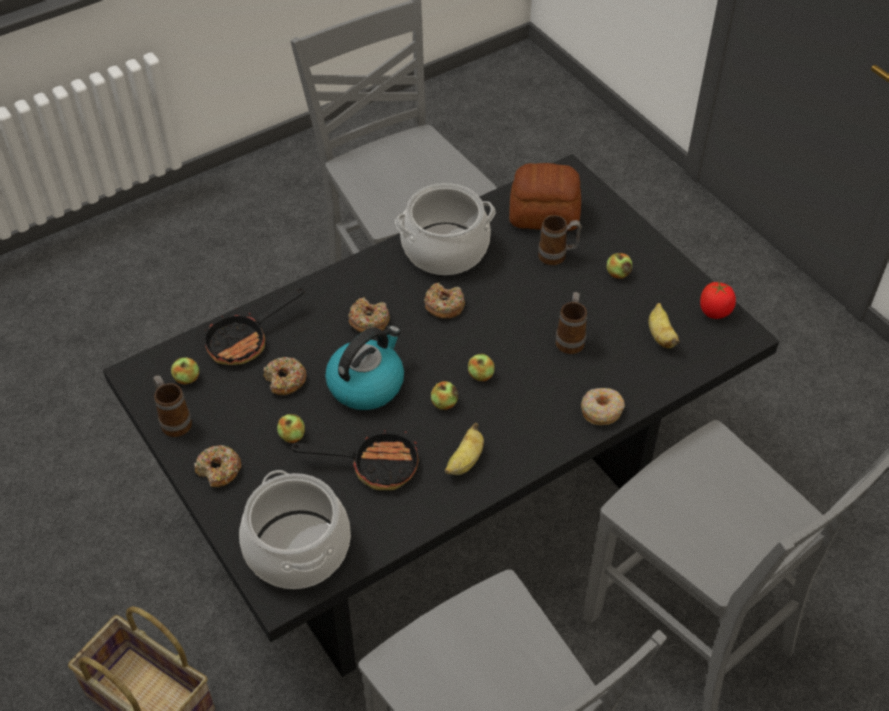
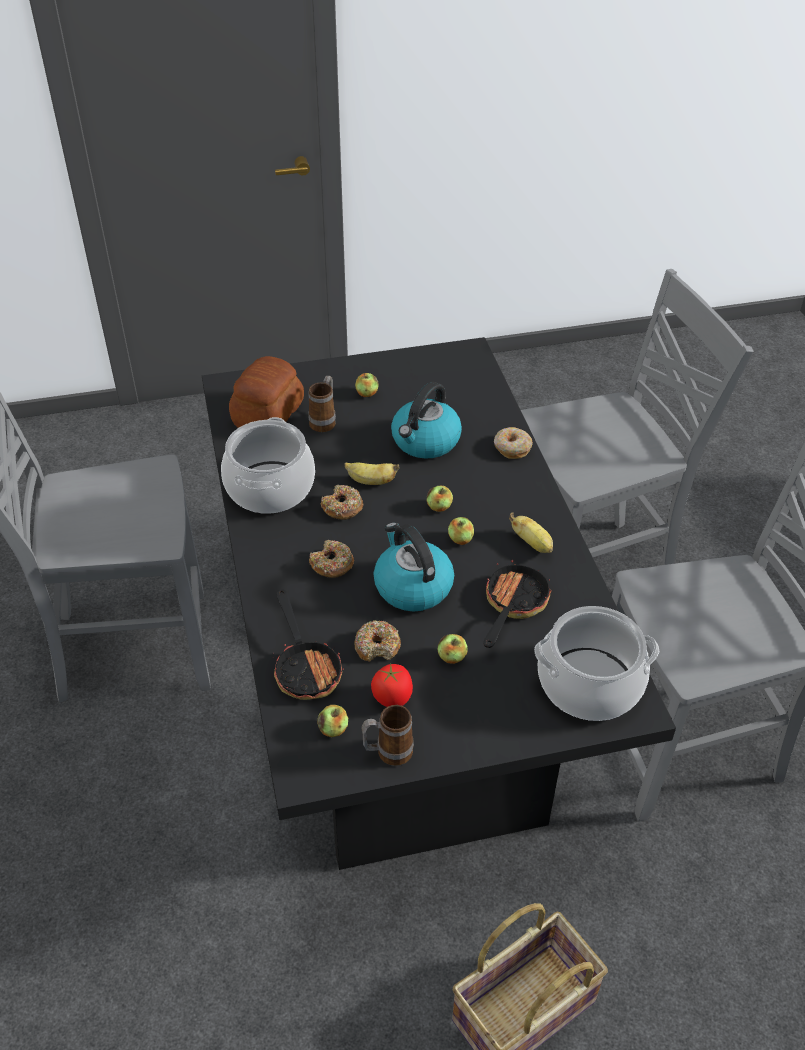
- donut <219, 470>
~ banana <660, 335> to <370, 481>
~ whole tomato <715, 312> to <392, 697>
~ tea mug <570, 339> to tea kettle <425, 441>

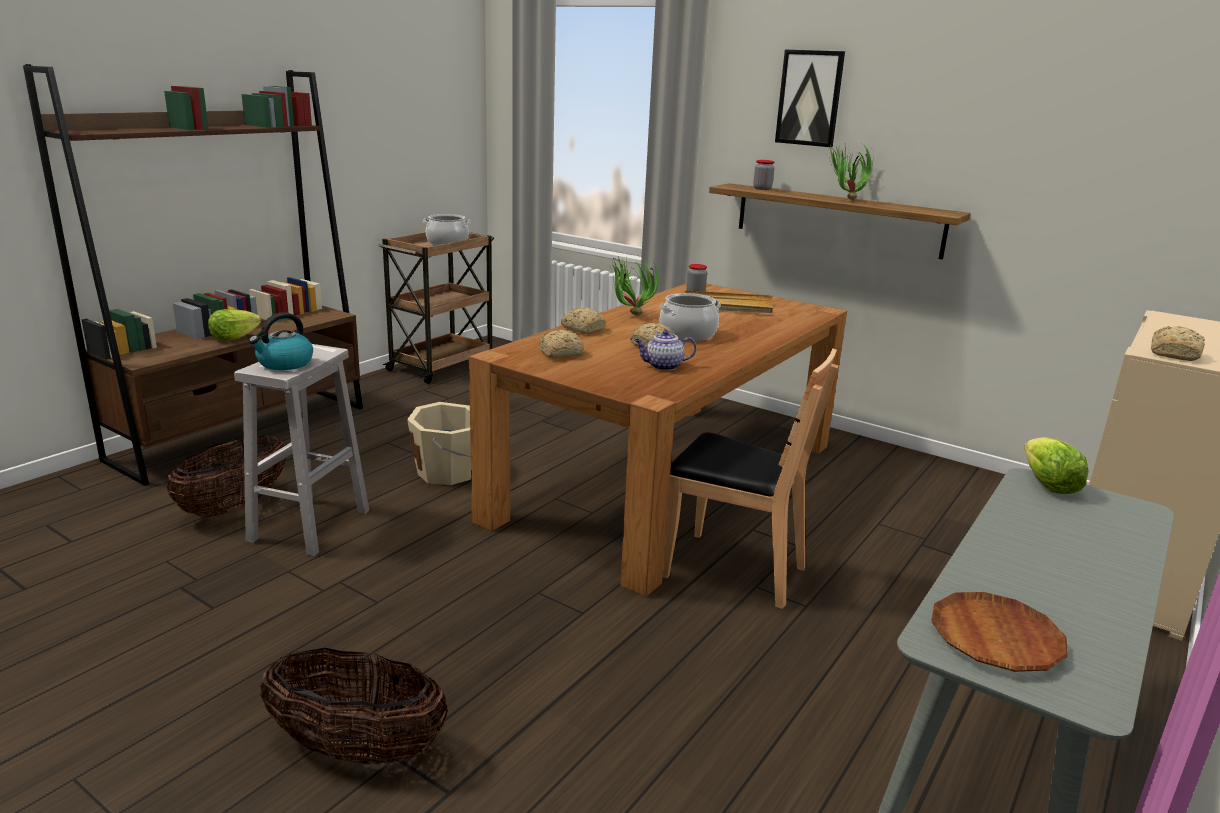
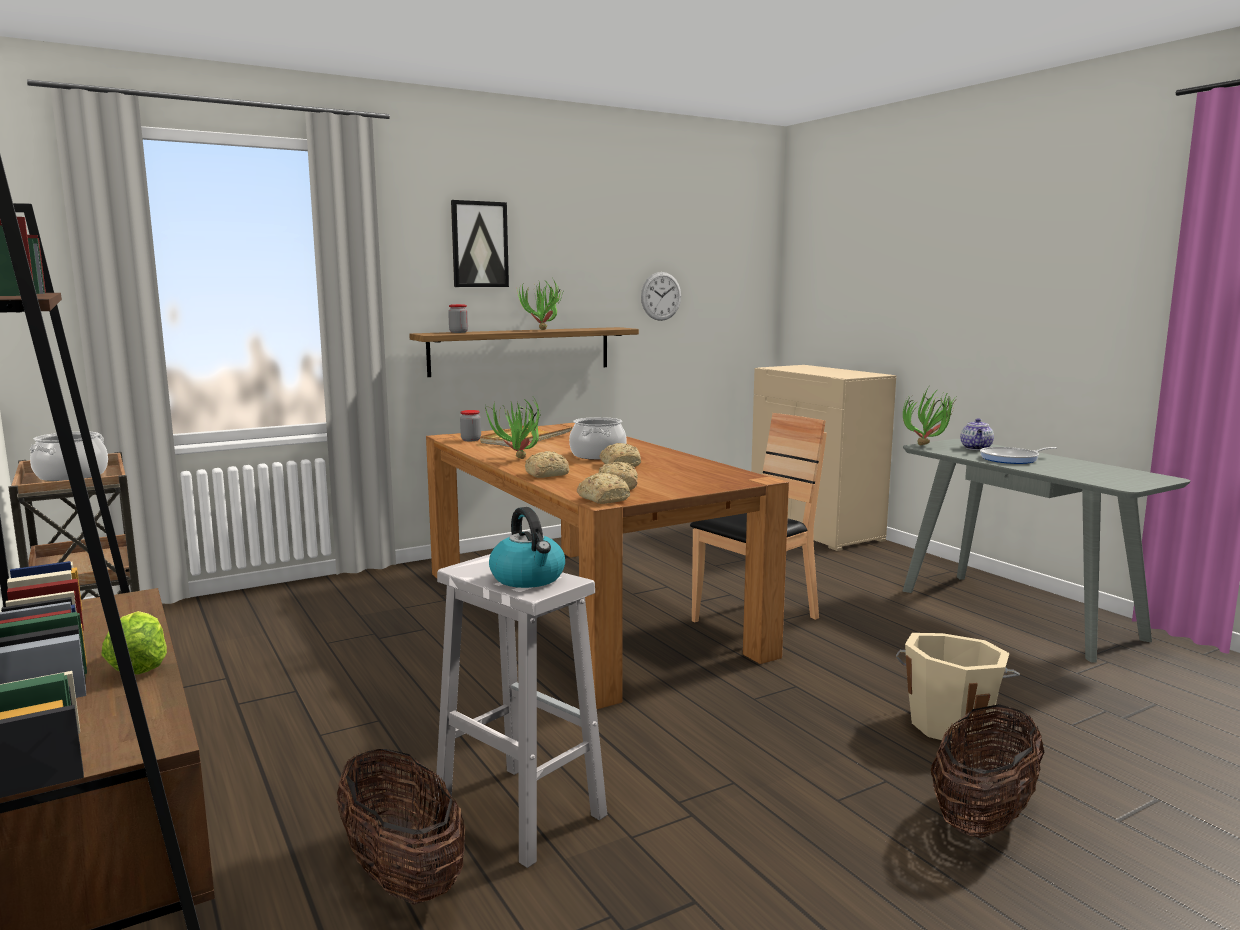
- dinner plate (brownish) <995, 639>
+ clock on the wall <661, 296>
+ frying pan <1012, 459>
~ pail (beige-coloured) <448, 472> to <950, 724>
~ pot for tea <663, 366> to <976, 448>
~ bakery bread <1174, 354> to <603, 499>
~ lettuce <1047, 485> to plant in a pot <929, 446>

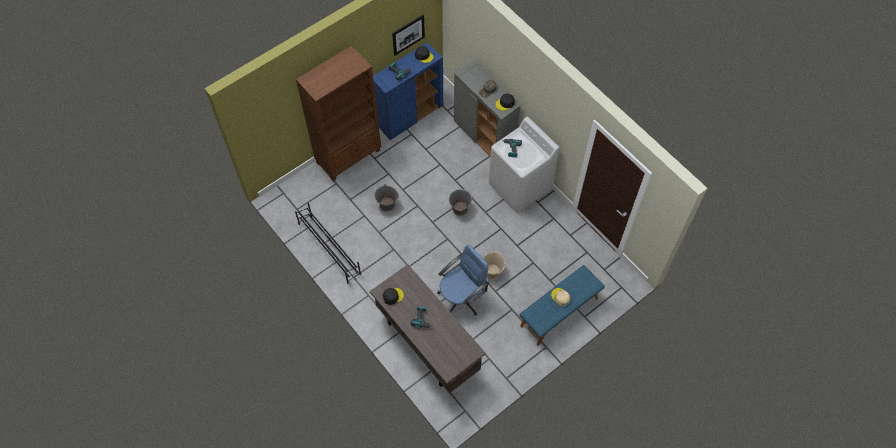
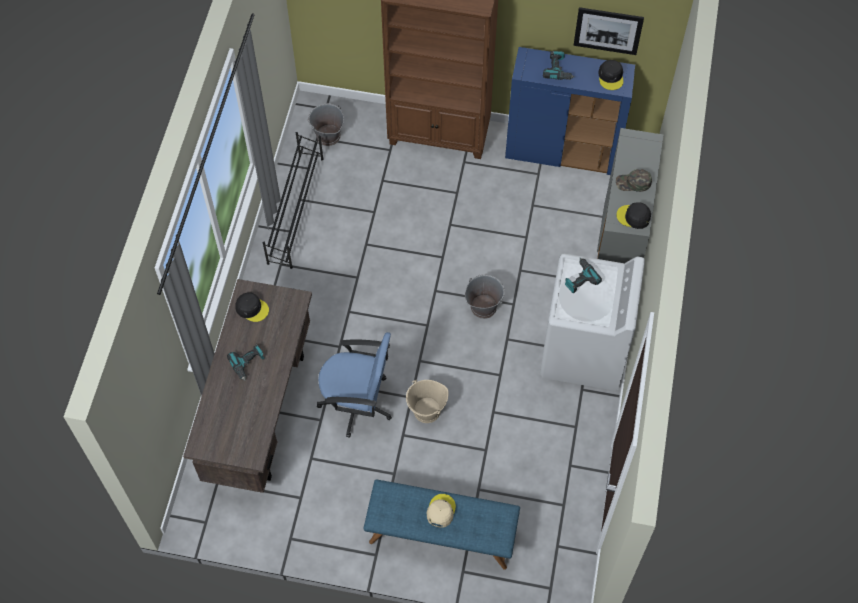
~ pail (greyish) <387, 205> to <328, 136>

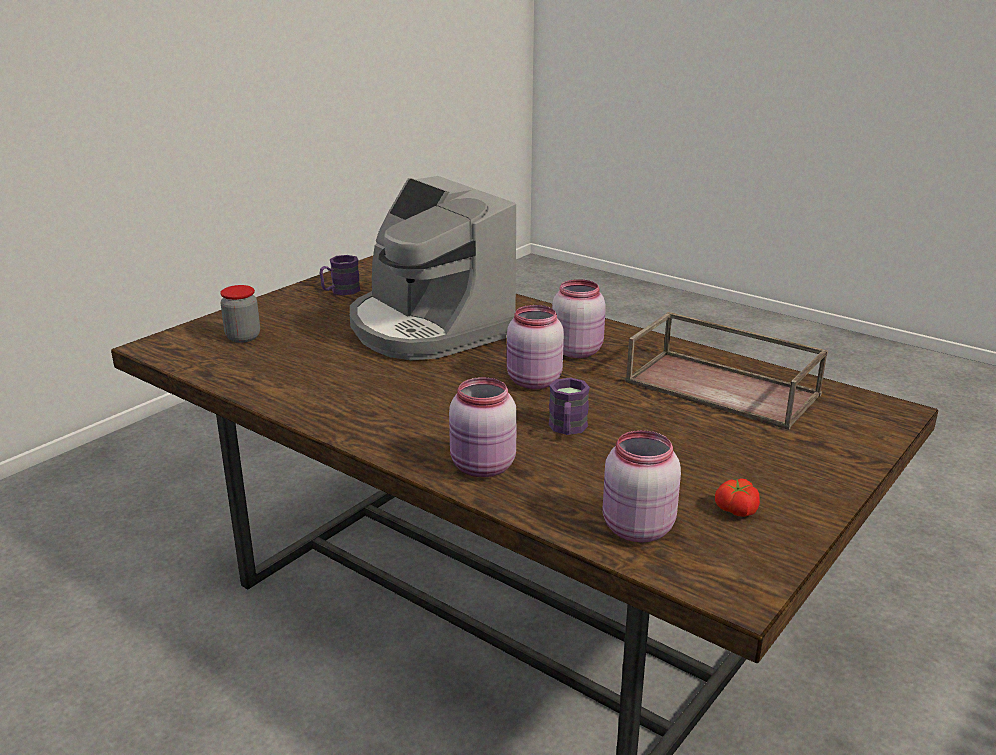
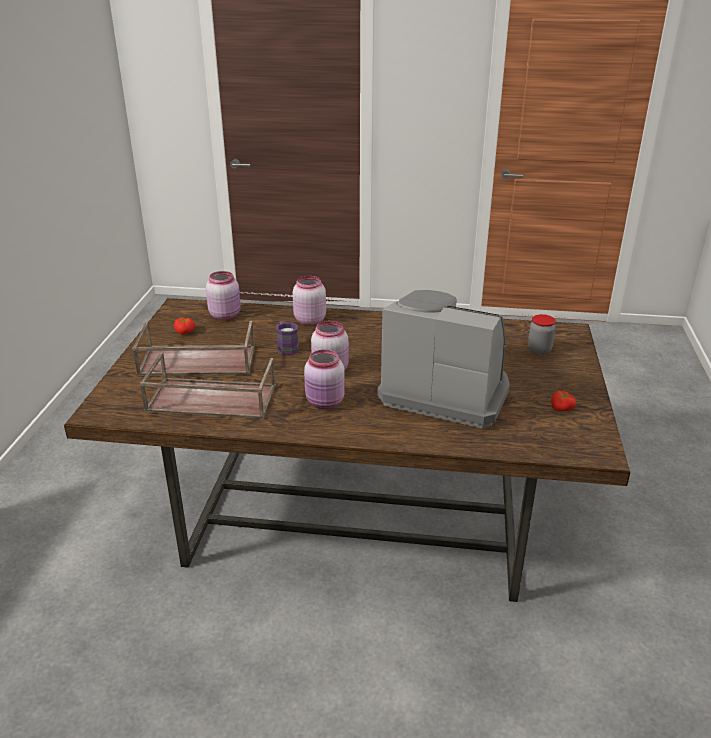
+ serving tray (brownish) <196, 361>
~ tea mug (purplish) <340, 291> to whole tomato <562, 408>

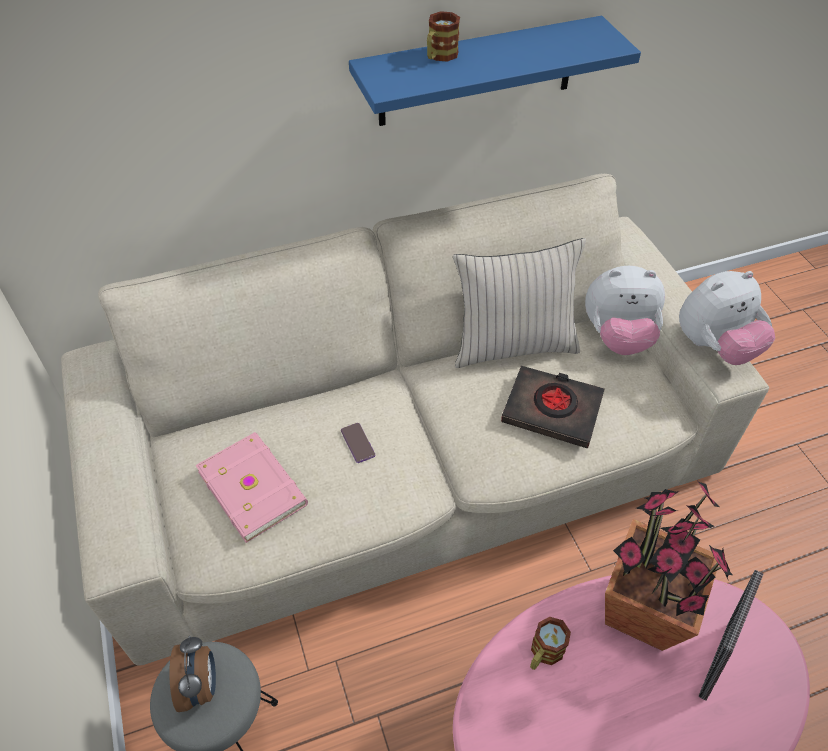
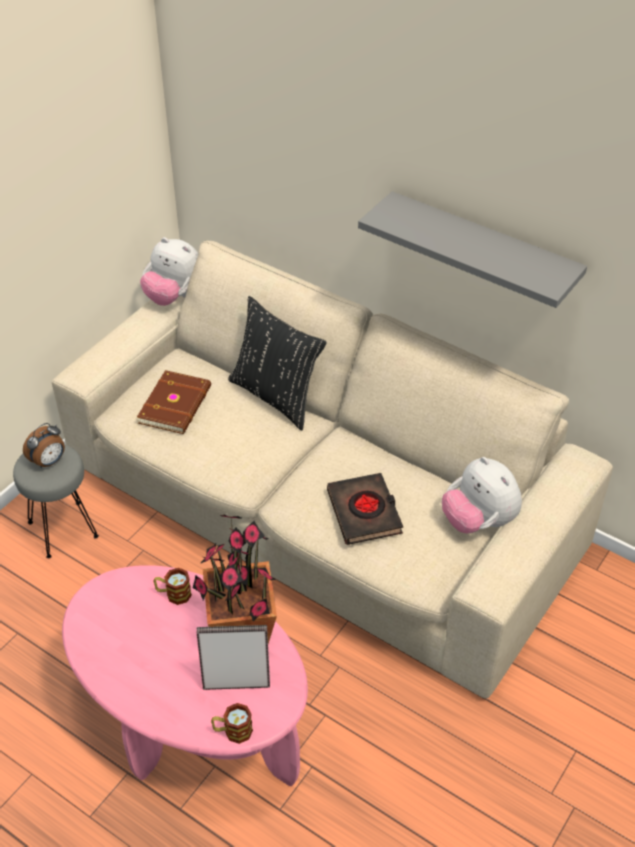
- telephone <358, 443>
- throw pillow (beige-coloured) <512, 345>
+ throw pillow (black) <276, 396>
~ tea mug <439, 56> to <232, 731>
~ soft toy <714, 346> to <175, 297>
~ book (pink) <253, 486> to book (brownish) <176, 405>
~ wall shelf (blue) <477, 72> to wall shelf (greyish) <482, 251>

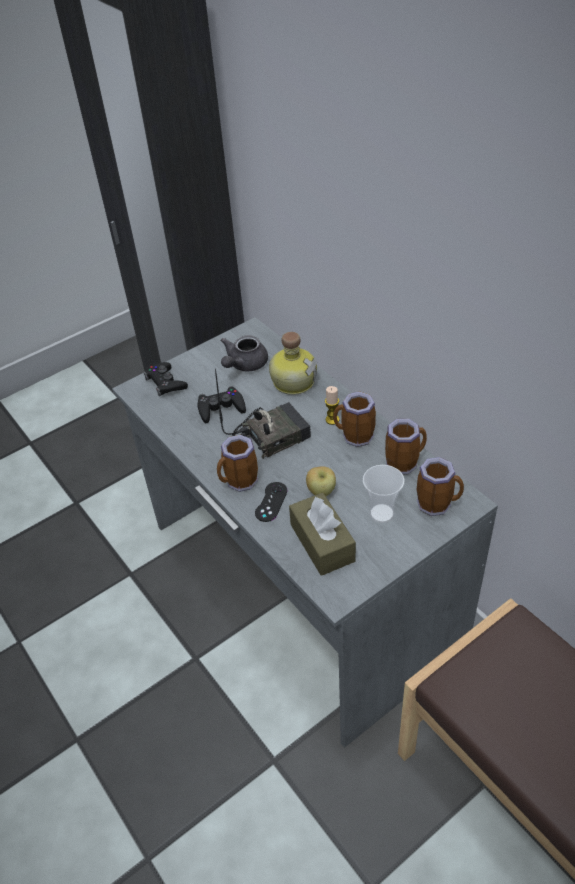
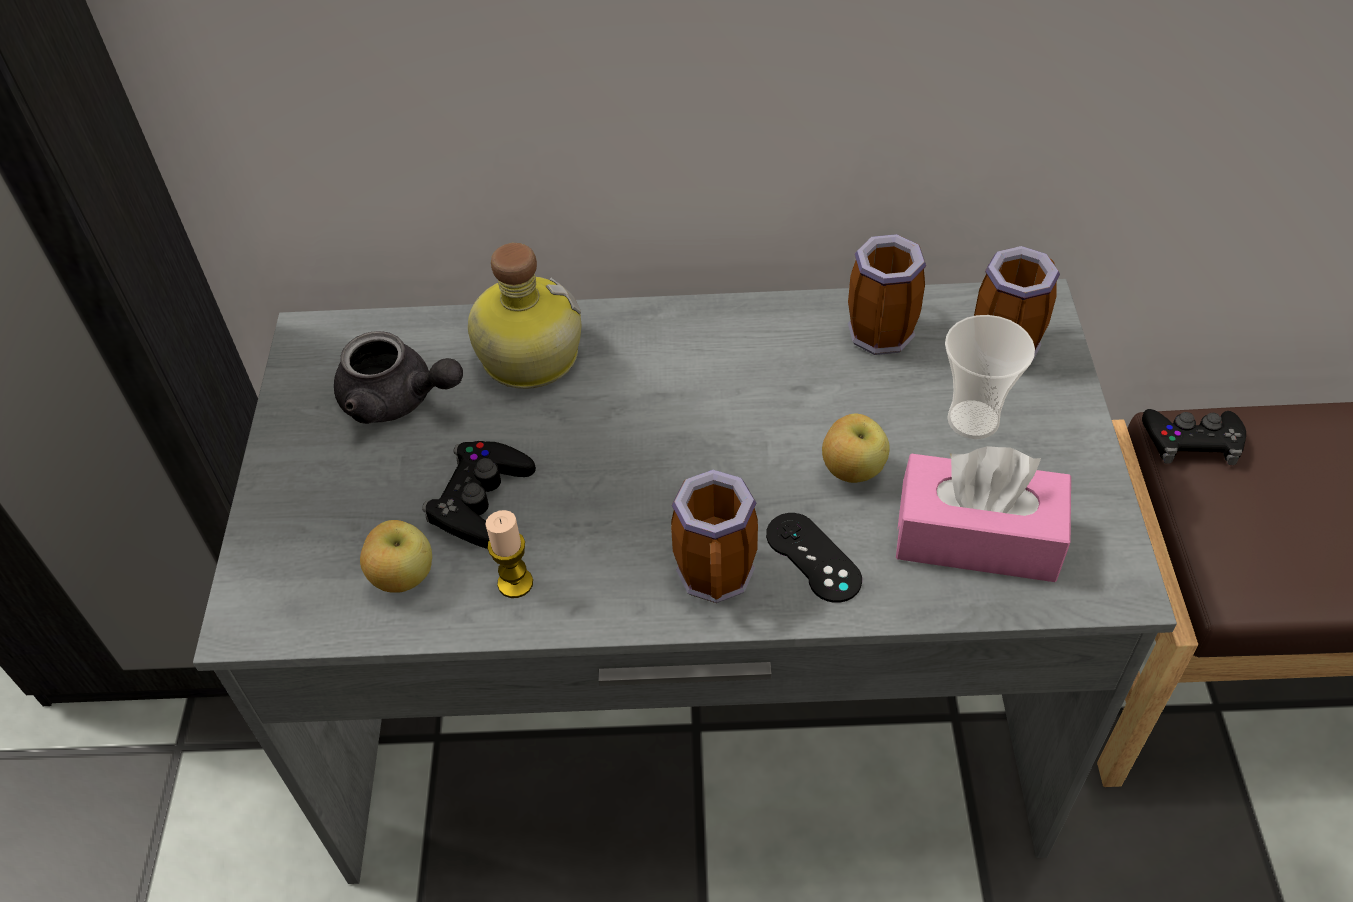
- radio <271, 434>
- tea mug <354, 437>
+ whole apple <403, 577>
~ joypad (black) <165, 383> to <1191, 441>
~ wax light <332, 420> to <515, 583>
~ tissue holder (brownish) <322, 542> to tissue holder (pink) <977, 537>
~ pot for tea (greyish) <244, 365> = <398, 400> 45 degrees counterclockwise

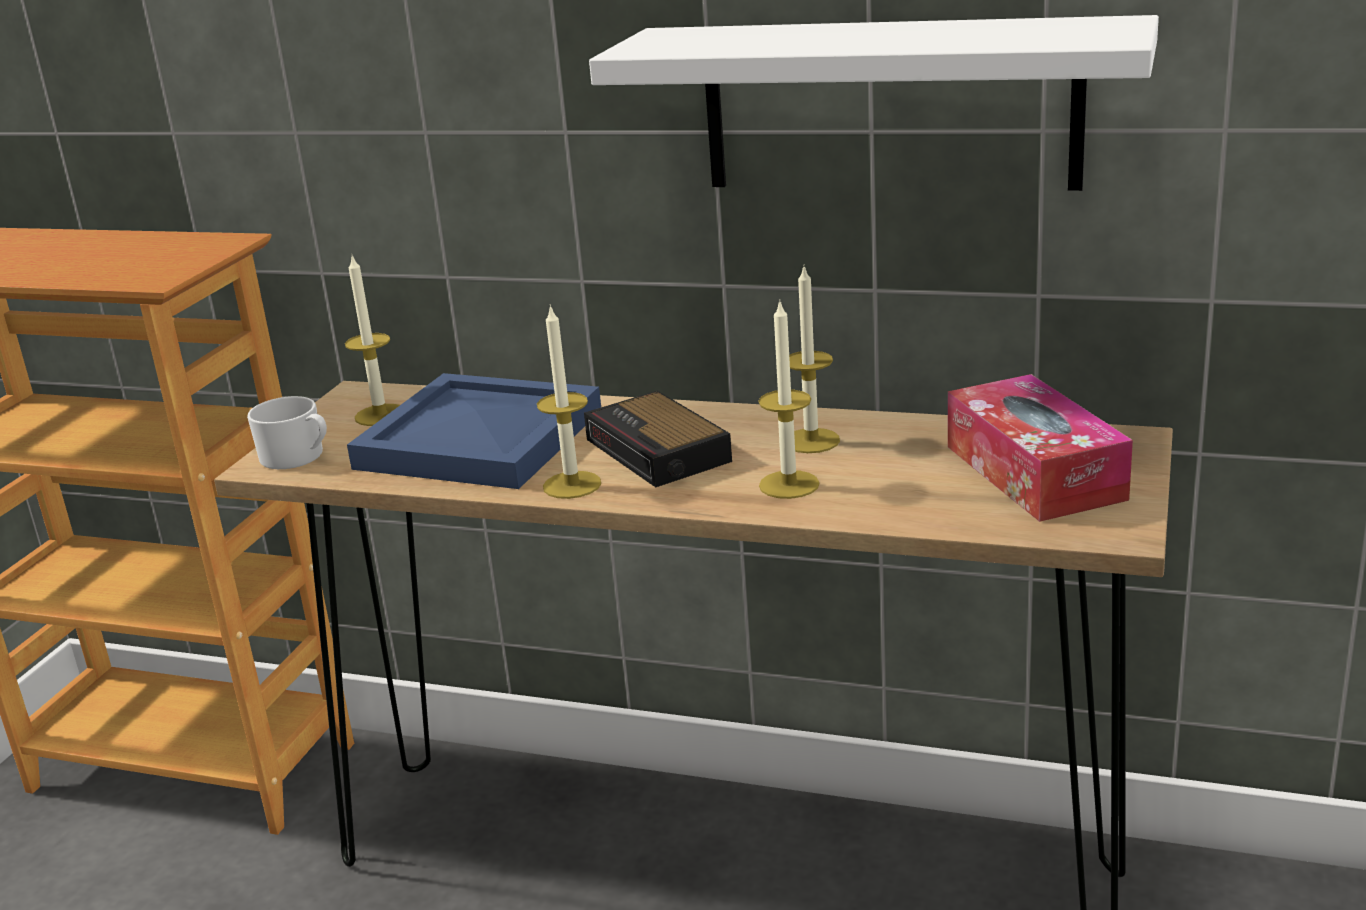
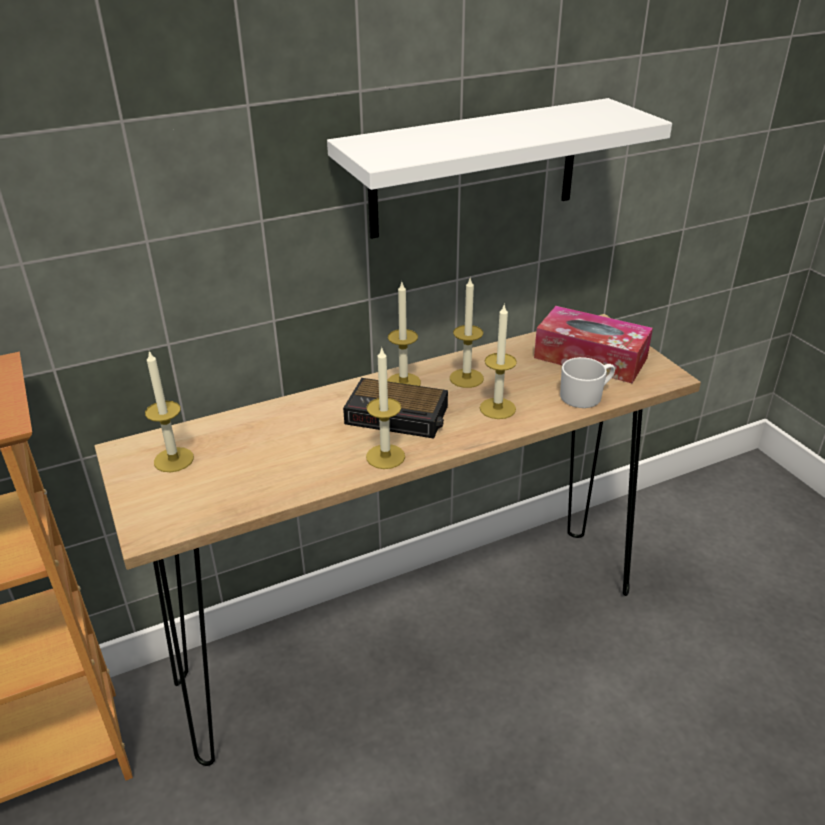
- serving tray (blue) <479, 437>
+ wax light <403, 382>
~ tea mug (whitish) <298, 457> to <586, 396>

